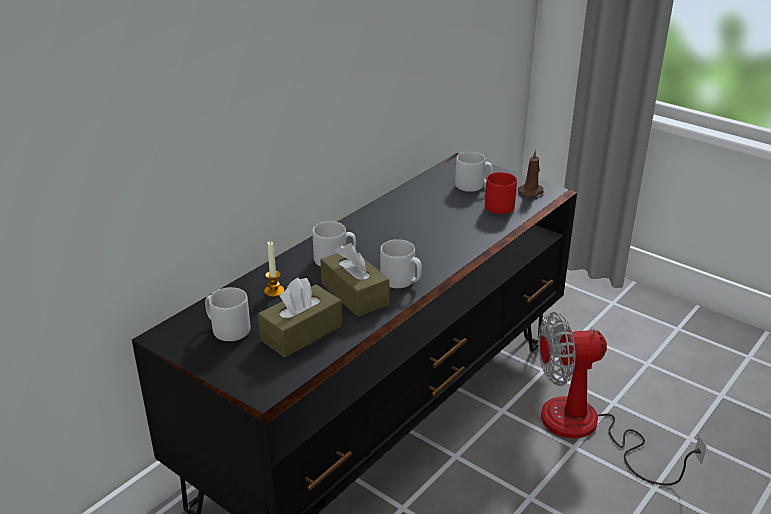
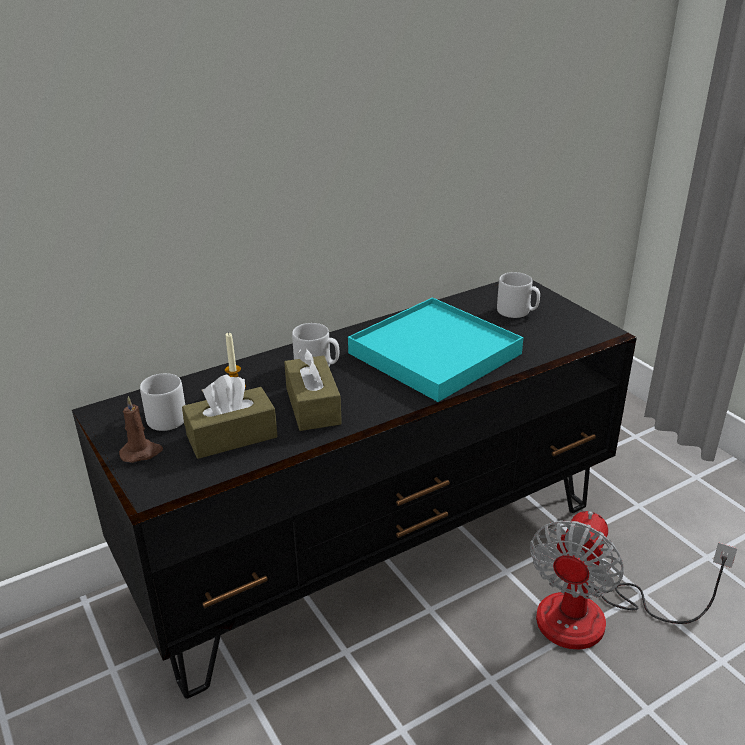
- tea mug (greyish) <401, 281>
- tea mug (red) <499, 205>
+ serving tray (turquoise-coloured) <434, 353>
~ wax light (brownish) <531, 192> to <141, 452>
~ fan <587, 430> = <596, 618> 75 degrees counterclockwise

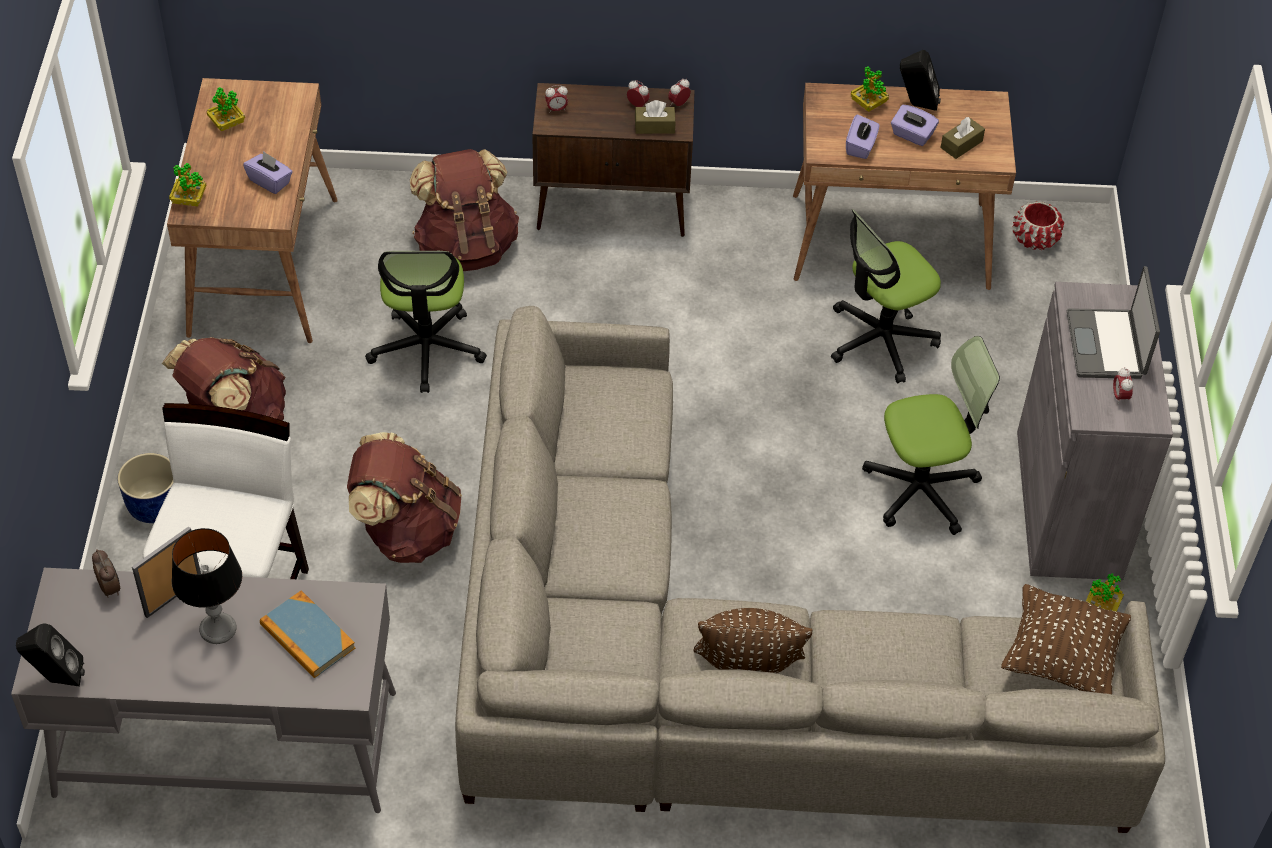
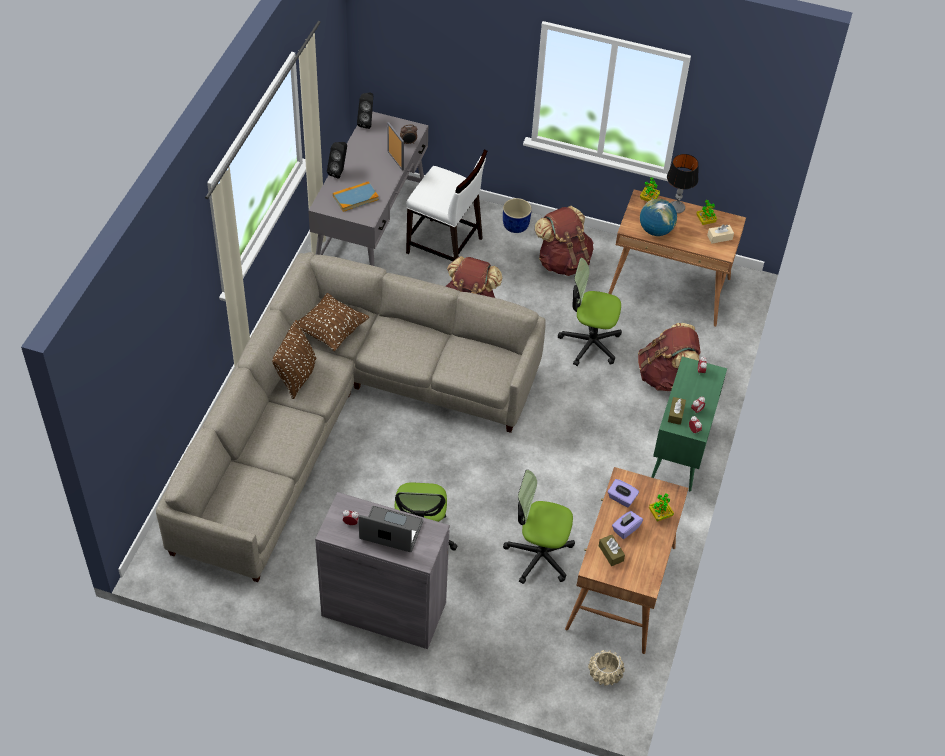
- plant in a pot <1101, 607>
+ tissue holder (beige-coloured) <719, 237>
~ tabletop lamp <217, 629> to <676, 207>
~ audio speaker (black) <916, 105> to <339, 172>
~ throw pillow (brownish) <1061, 658> to <331, 331>
~ tissue holder (purplish) <270, 181> to globe <655, 230>
~ storage cabinet (brownish) <613, 210> to storage cabinet (greenish) <681, 451>
~ plant pot (red) <1035, 238> to plant pot (beige-coloured) <605, 674>
~ computer chair <880, 340> = <539, 555> 60 degrees counterclockwise

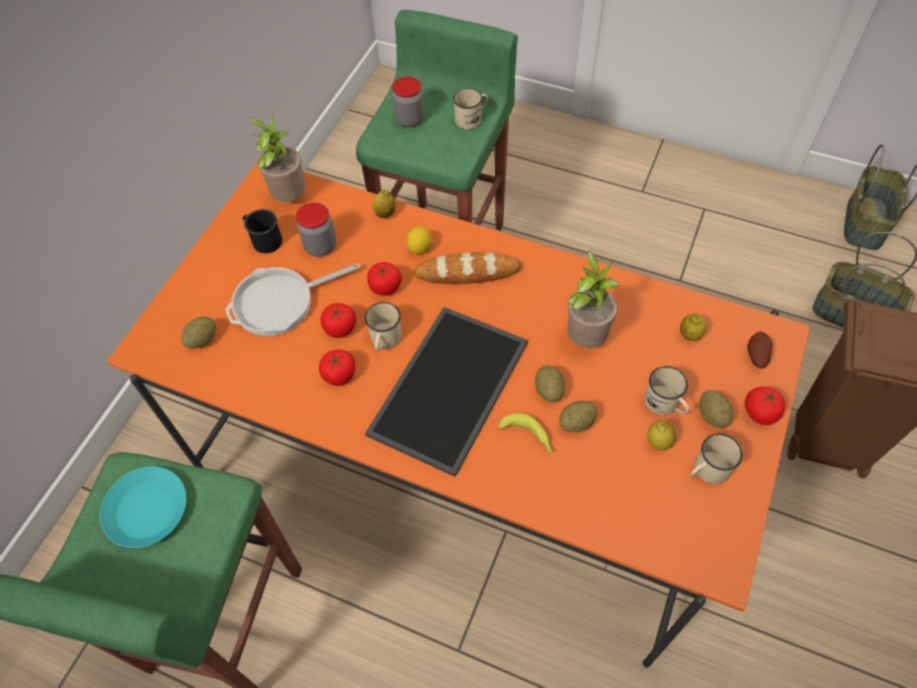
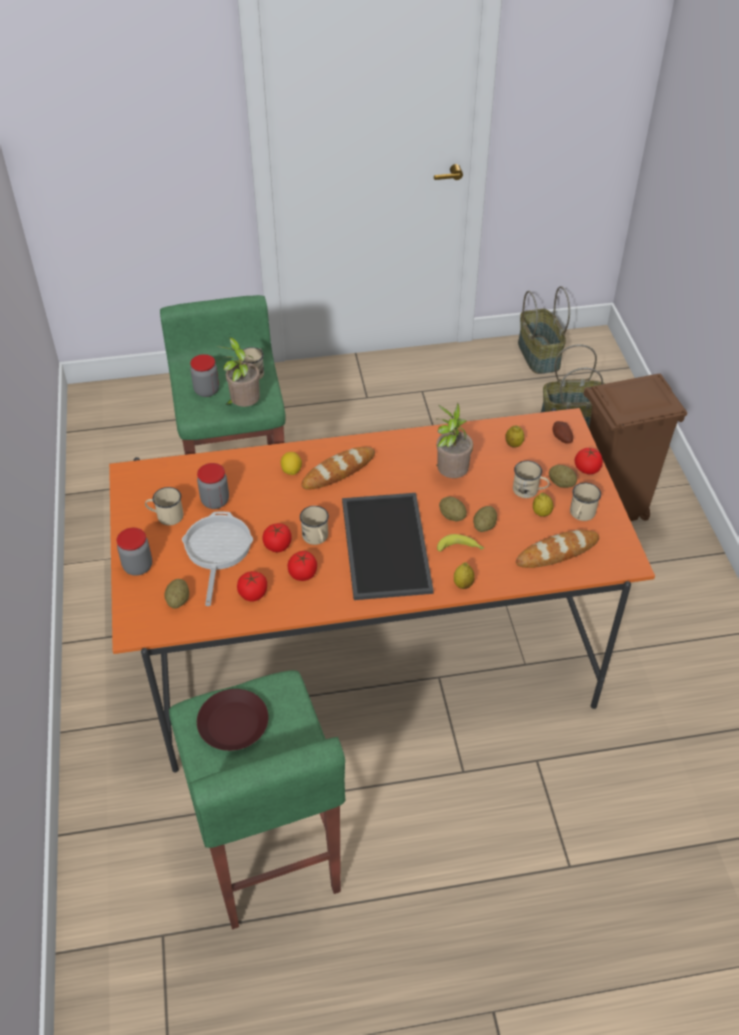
+ storage jar <138, 566>
+ bakery bread <557, 552>
~ plant in a pot <289, 198> to <244, 406>
~ whole tomato <385, 287> to <253, 594>
~ lemon <385, 214> to <463, 584>
~ dinner plate (turquoise-coloured) <146, 511> to dinner plate (brownish) <233, 724>
~ tea mug (black) <264, 240> to tea mug (beige-coloured) <166, 516>
~ frying pan <280, 303> = <217, 550> 150 degrees clockwise

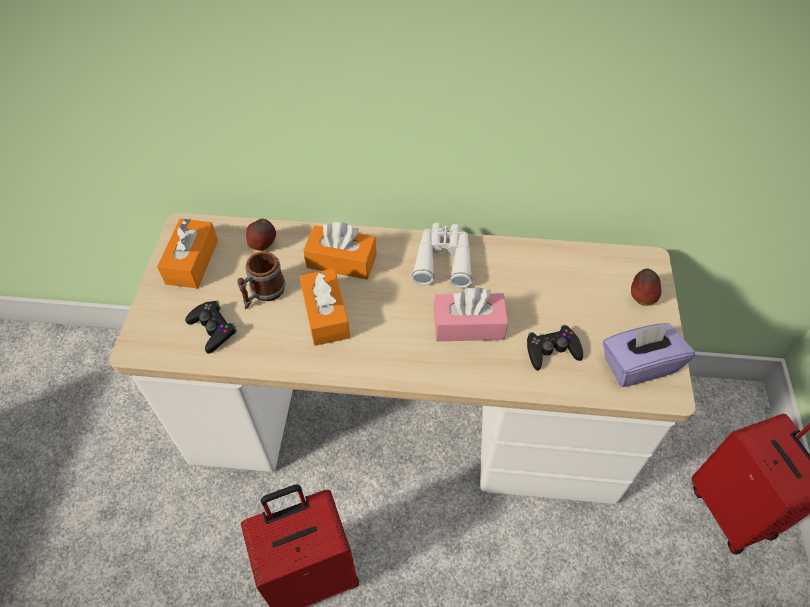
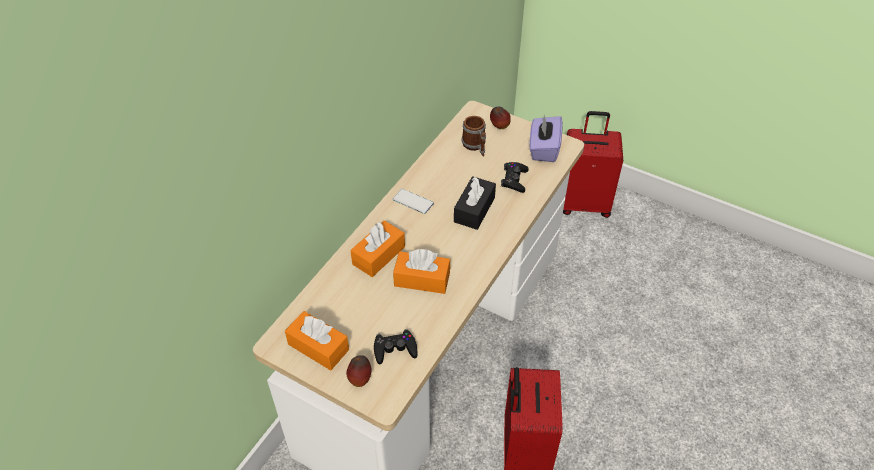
~ tea mug <263, 293> to <475, 146>
~ whole apple <263, 246> to <360, 379>
~ pair of binoculars (whitish) <443, 260> to telephone <413, 201>
~ tissue holder (pink) <468, 325> to tissue holder (black) <474, 210>

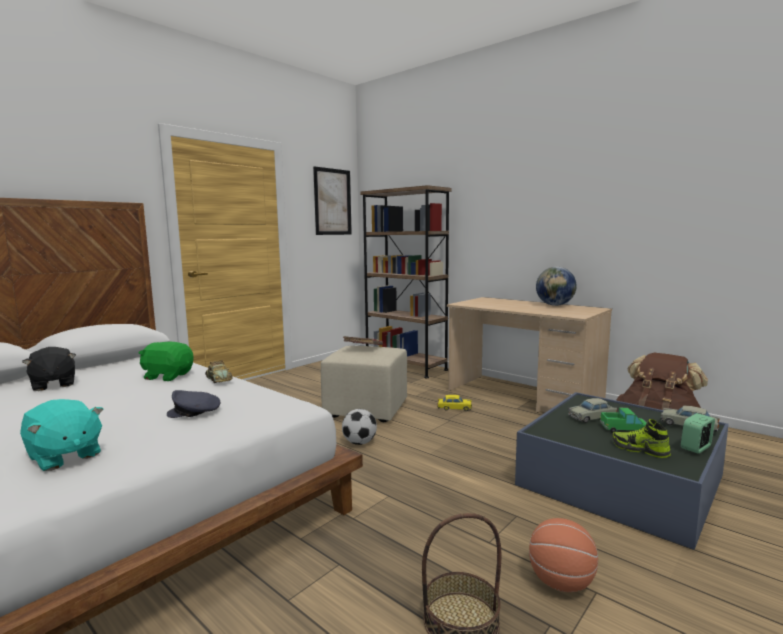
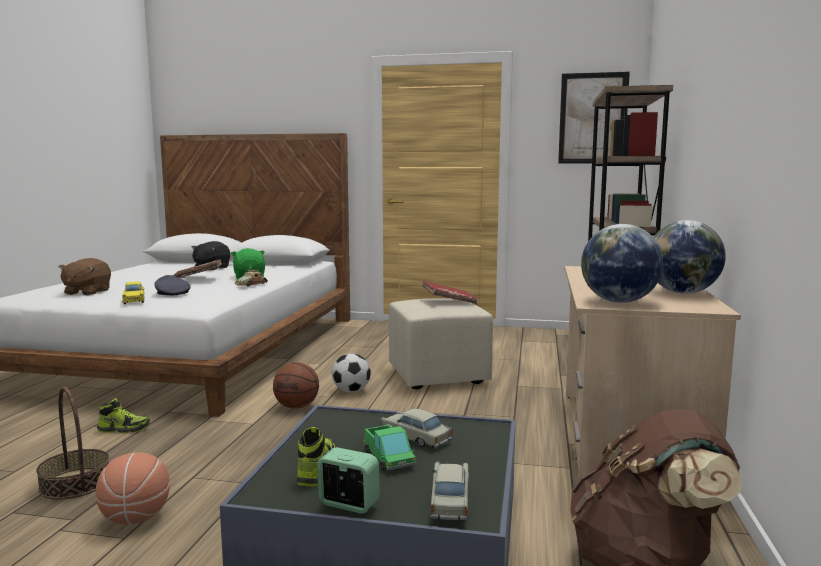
+ shoe <124, 429>
+ book (brownish) <198, 278>
+ ball for basketball <297, 407>
+ globe <618, 301>
~ miniature car (yellow) <454, 408> to <134, 300>
~ soft toy (turquoise-coloured) <64, 457> to soft toy (brownish) <87, 292>

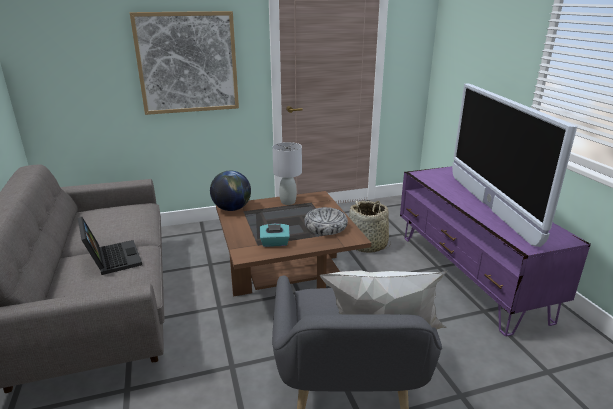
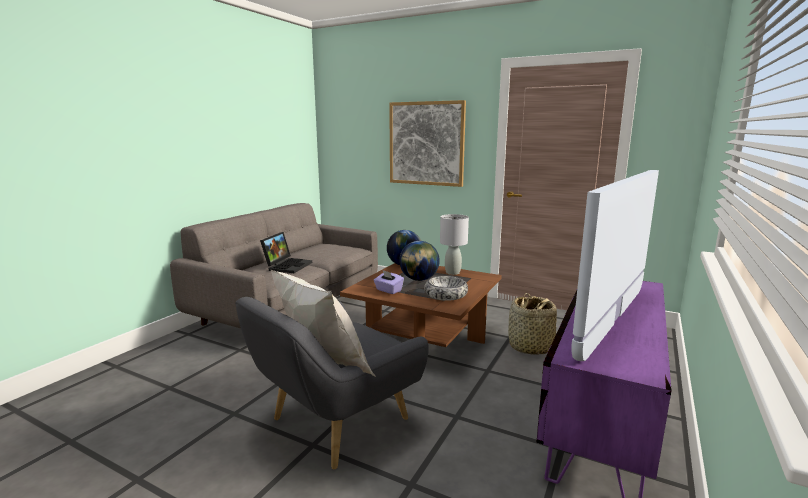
+ globe <419, 279>
~ tissue holder (turquoise-coloured) <274, 243> to tissue holder (purplish) <388, 290>

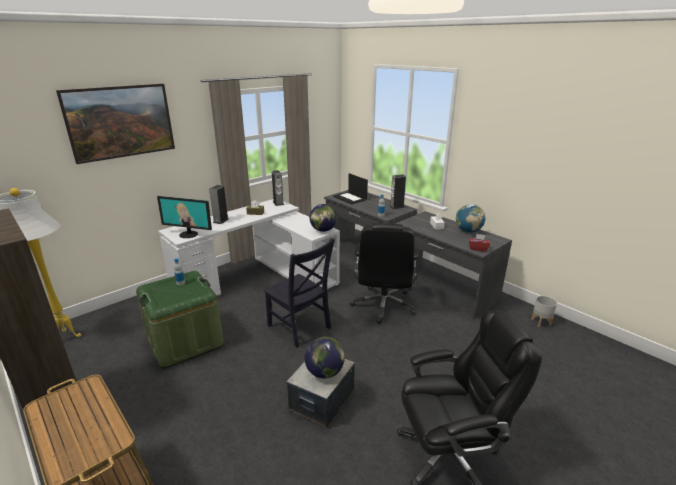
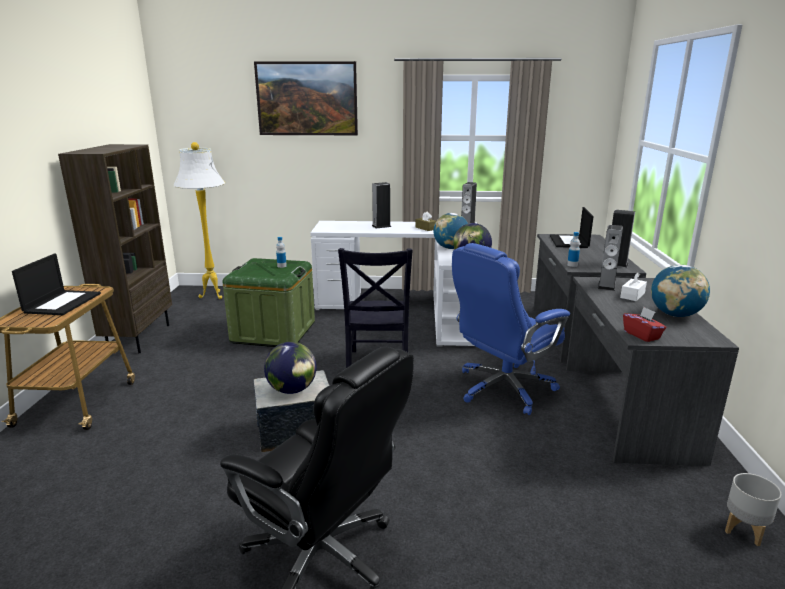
- monitor <189, 234>
+ notebook computer <62, 303>
+ globe <450, 248>
+ audio speaker <606, 286>
~ computer chair (black) <383, 305> to computer chair (blue) <503, 388>

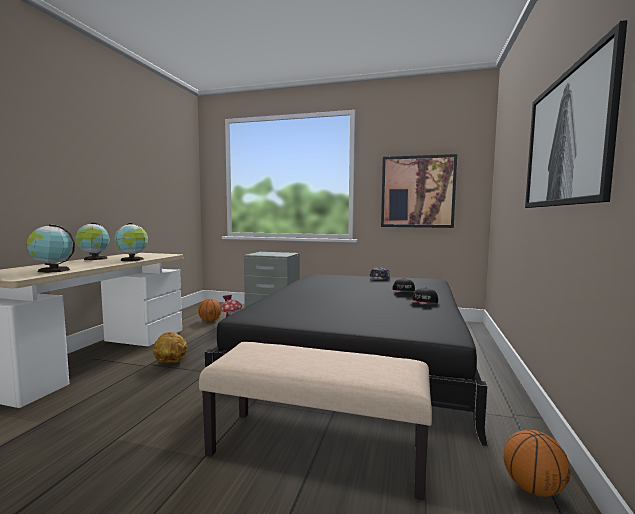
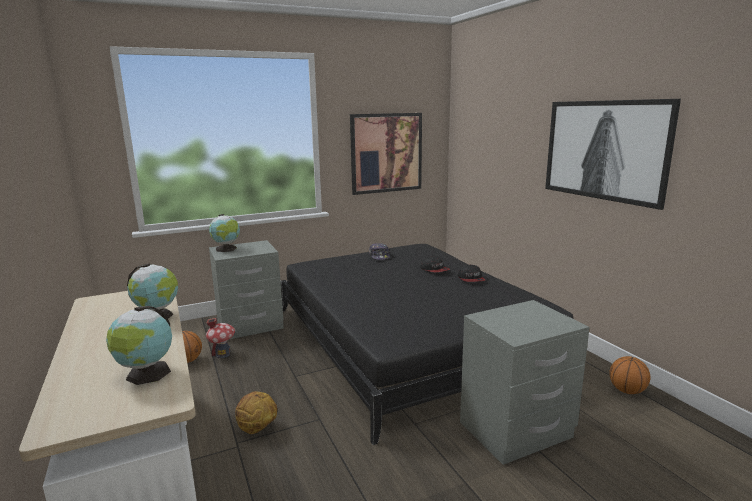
~ globe <94, 259> to <226, 249>
~ indoor bench (beige-coloured) <318, 450> to nightstand (greyish) <516, 431>

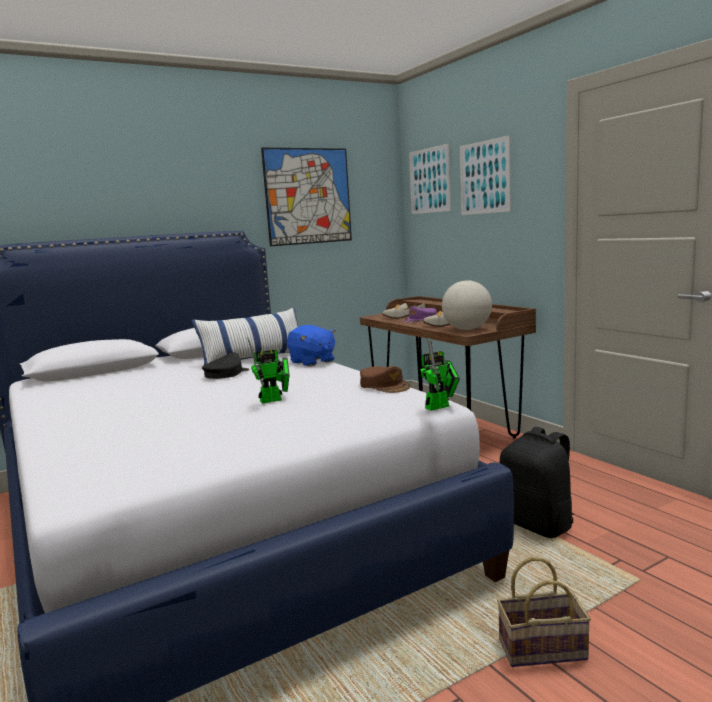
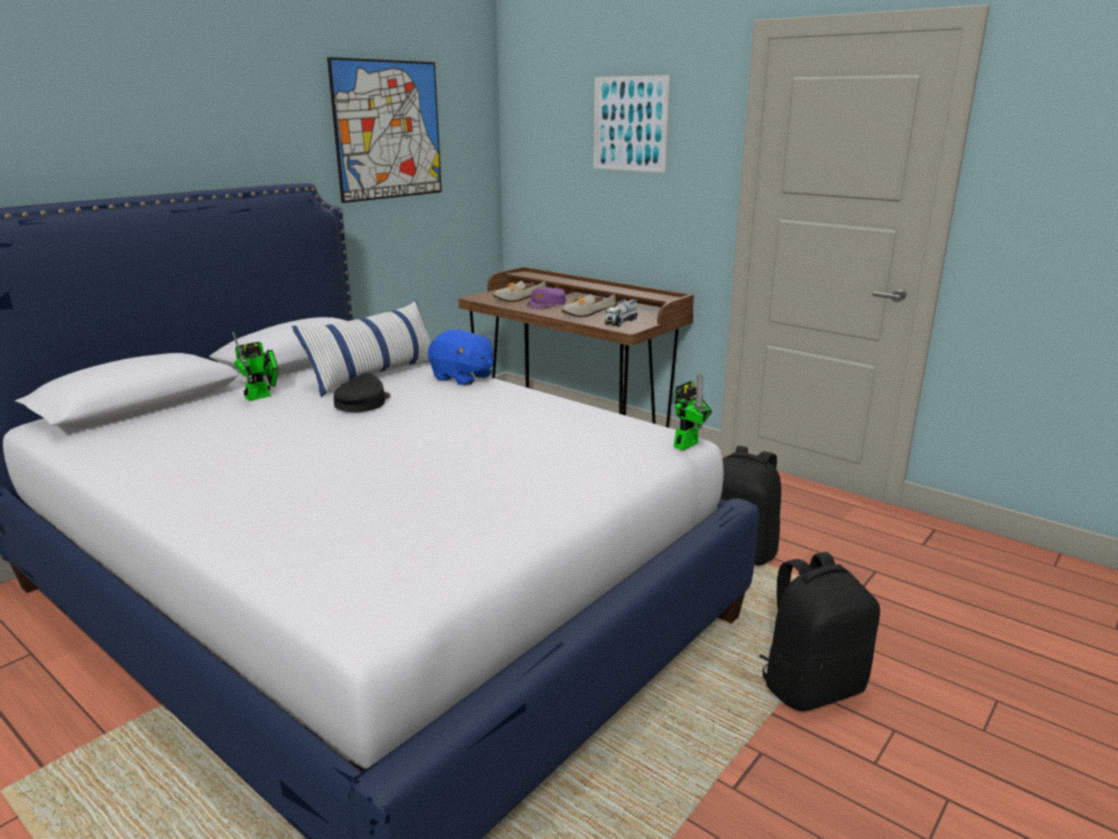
- cap (brownish) <384, 385>
- wall picture <429, 180>
~ robot figure <274, 400> to <262, 396>
~ globe <467, 329> to toy truck <621, 322>
~ basket <543, 648> to knapsack (black) <811, 686>

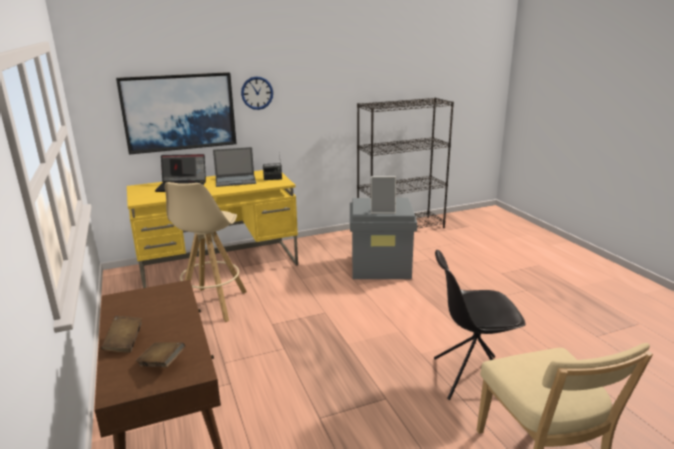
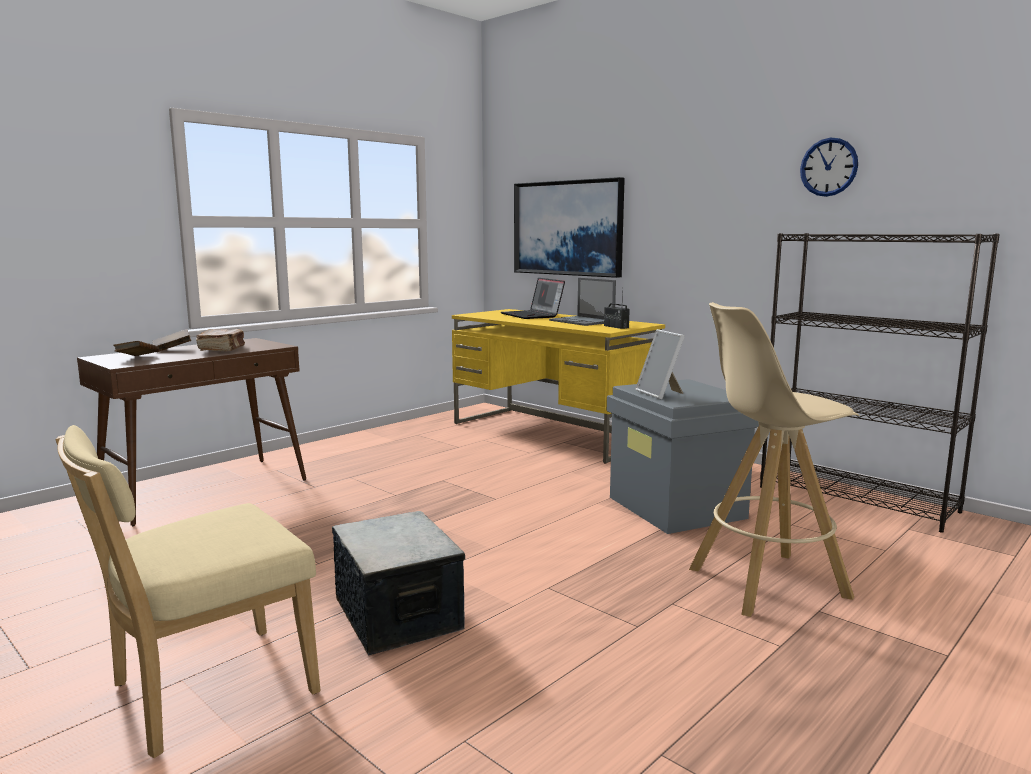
+ book (brownish) <222, 349>
~ stool seat (beige-coloured) <212, 304> to <765, 583>
~ clock on the wall <257, 93> to <828, 167>
~ upright chair (black) <470, 377> to storage box <399, 614>

